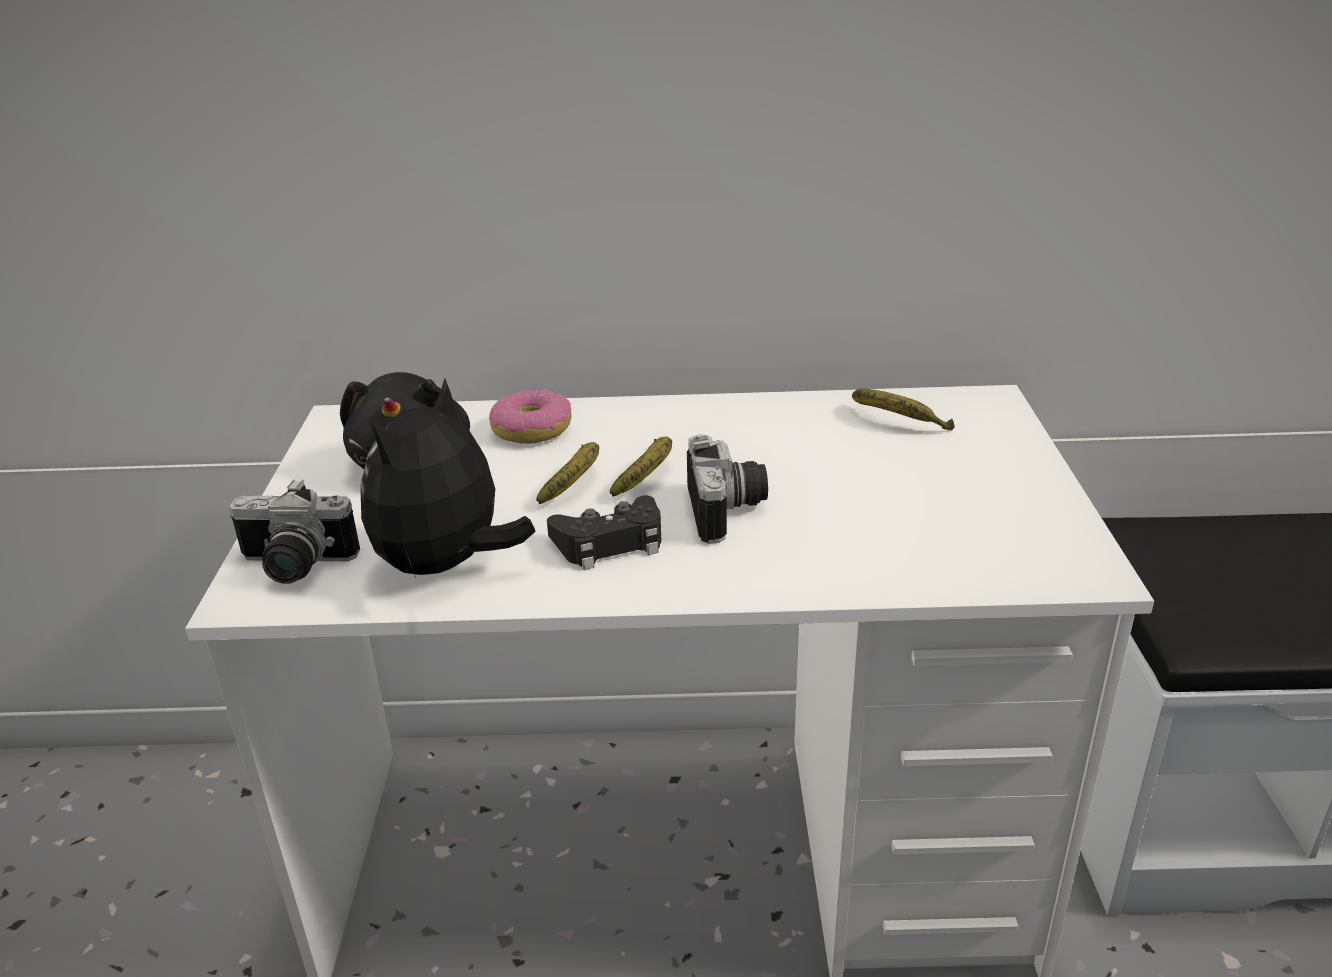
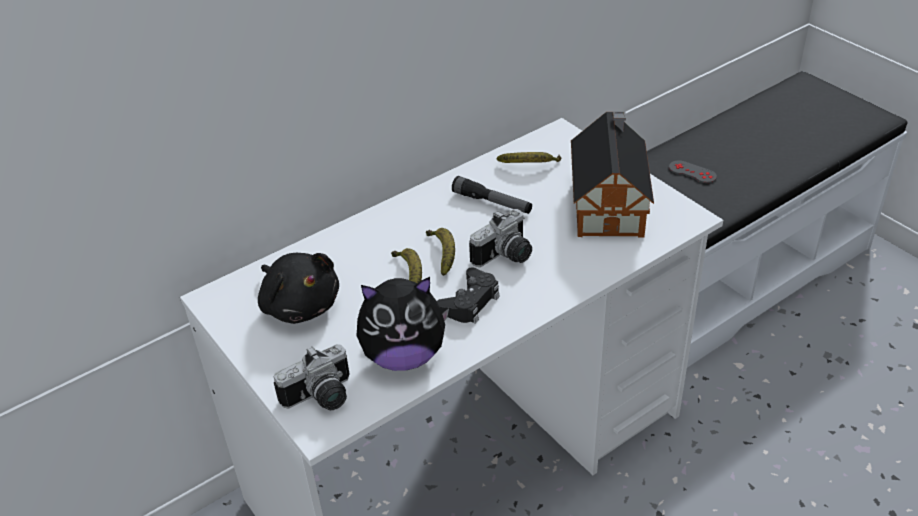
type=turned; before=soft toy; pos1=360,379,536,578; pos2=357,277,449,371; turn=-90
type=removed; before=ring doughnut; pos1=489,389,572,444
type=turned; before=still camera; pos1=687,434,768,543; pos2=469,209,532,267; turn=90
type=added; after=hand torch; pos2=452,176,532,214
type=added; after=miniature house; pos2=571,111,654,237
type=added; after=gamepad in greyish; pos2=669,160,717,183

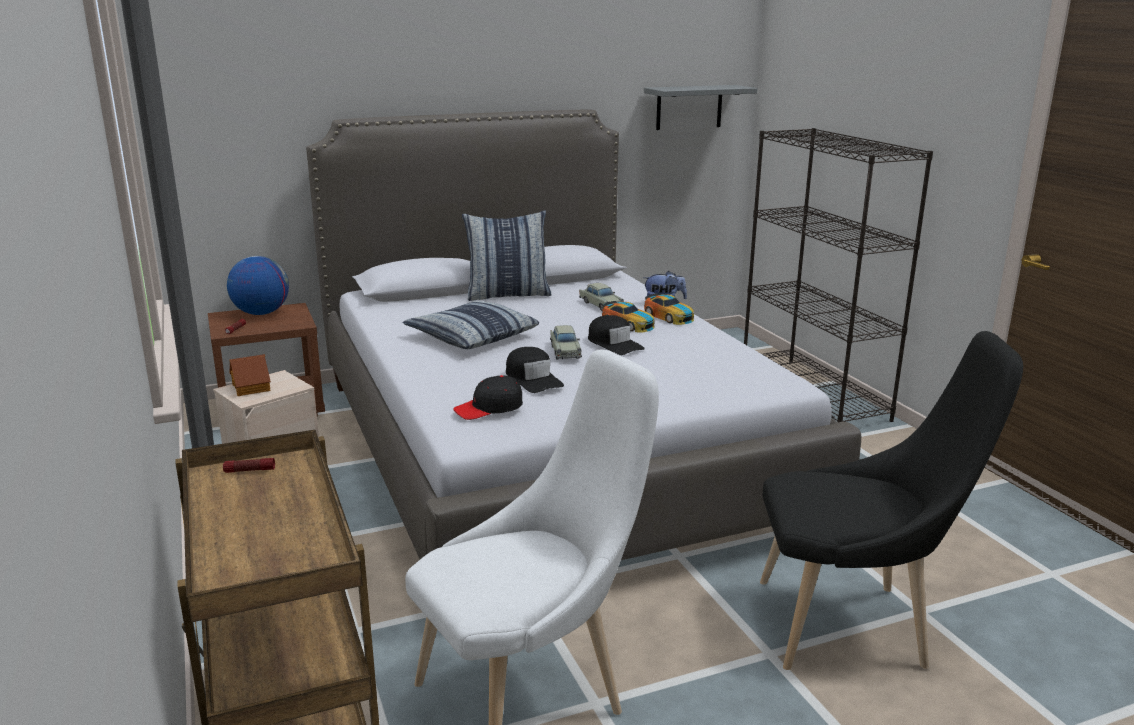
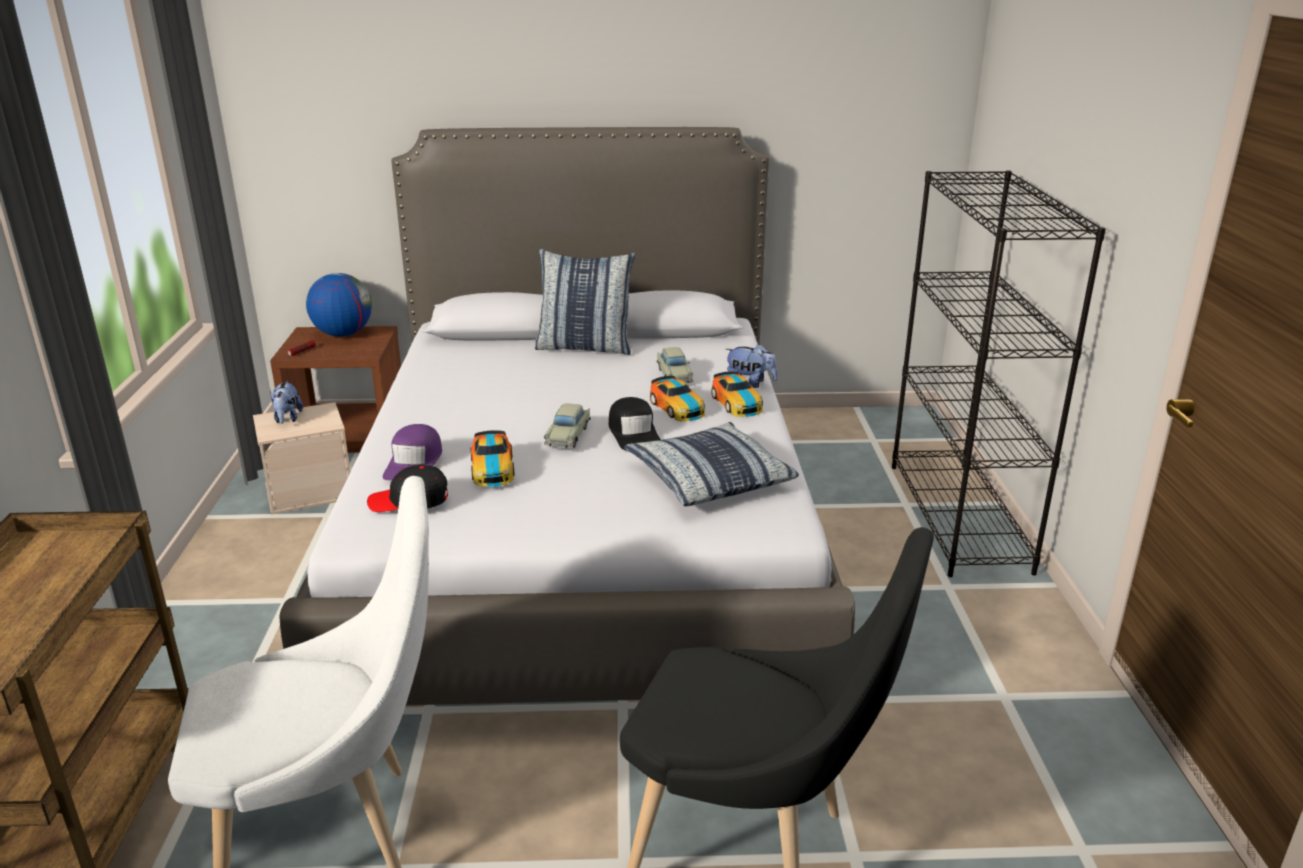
type=removed; before=hand torch; pos1=223,458,275,473
type=replaced; before=miniature house; after=soft toy; pos1=229,354,271,396; pos2=270,381,303,424
type=moved; before=pillow; pos1=403,301,539,349; pos2=624,422,799,506
type=replaced; before=cap in black; after=miniature car; pos1=506,347,564,393; pos2=470,430,515,487
type=removed; before=wall shelf in greyish; pos1=644,85,757,130
type=added; after=cap in purple; pos2=383,424,442,480

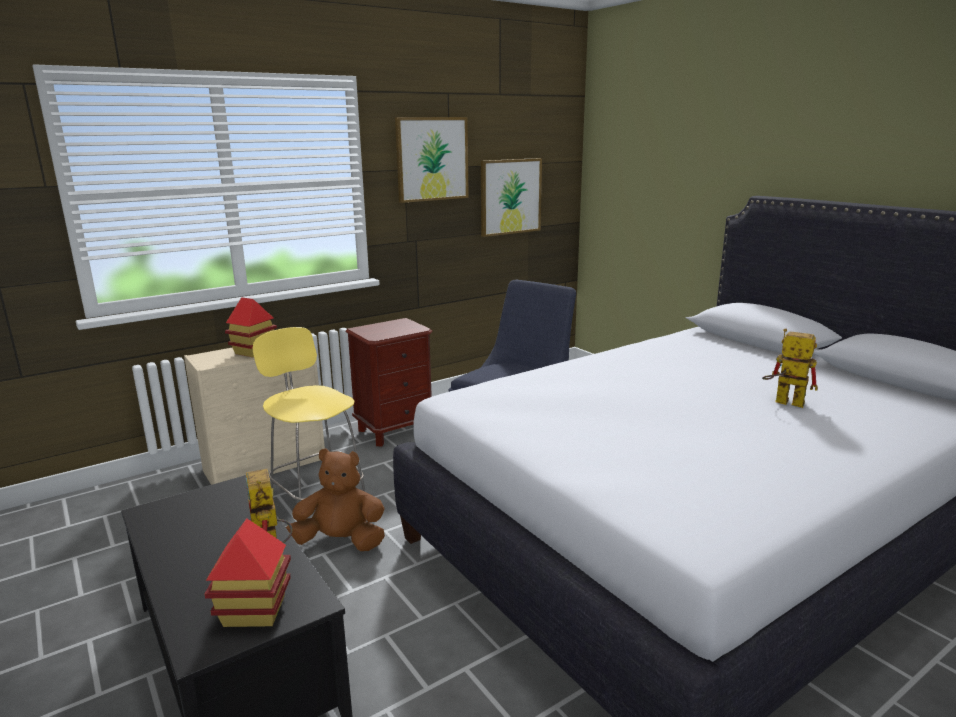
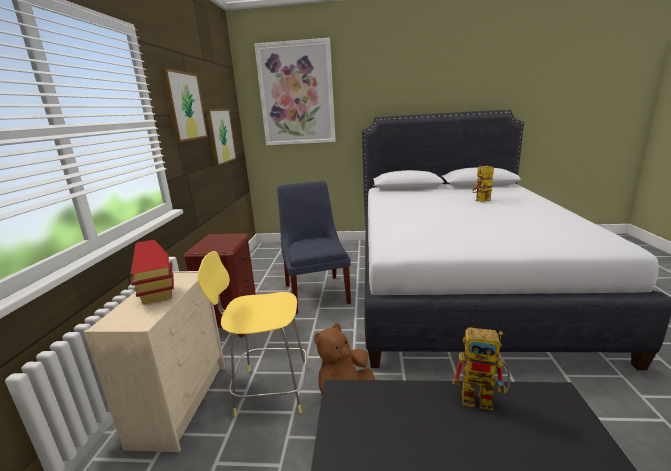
type=removed; before=miniature house; pos1=204,518,291,627
type=added; after=wall picture; pos2=254,38,336,145

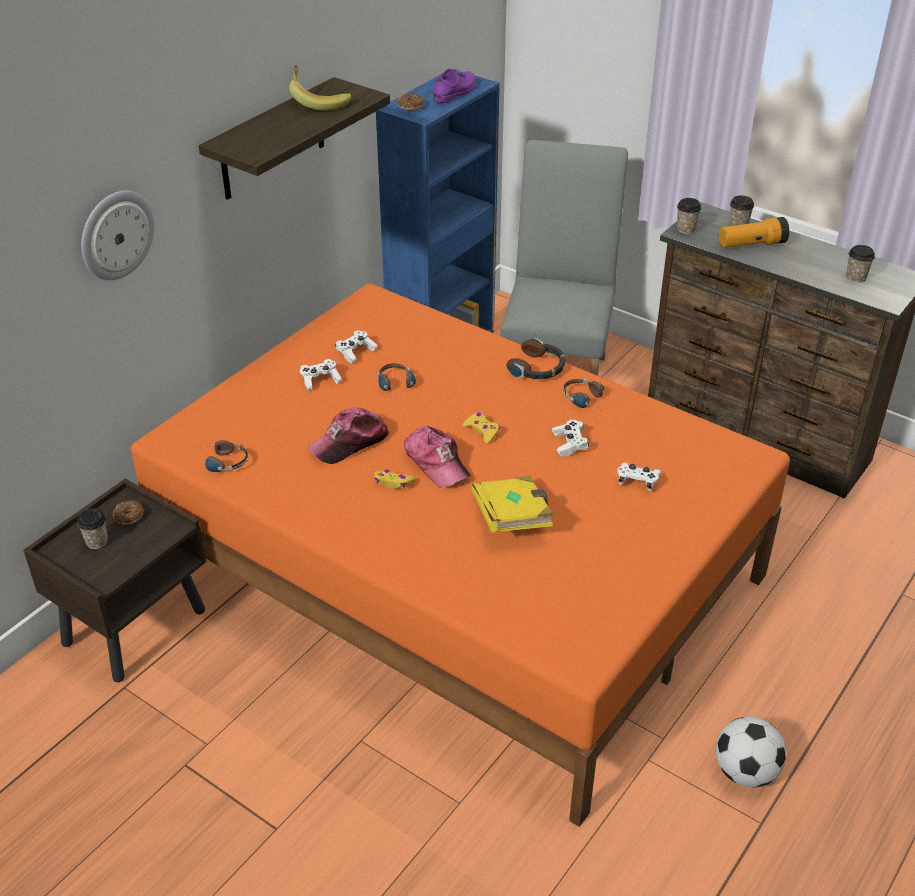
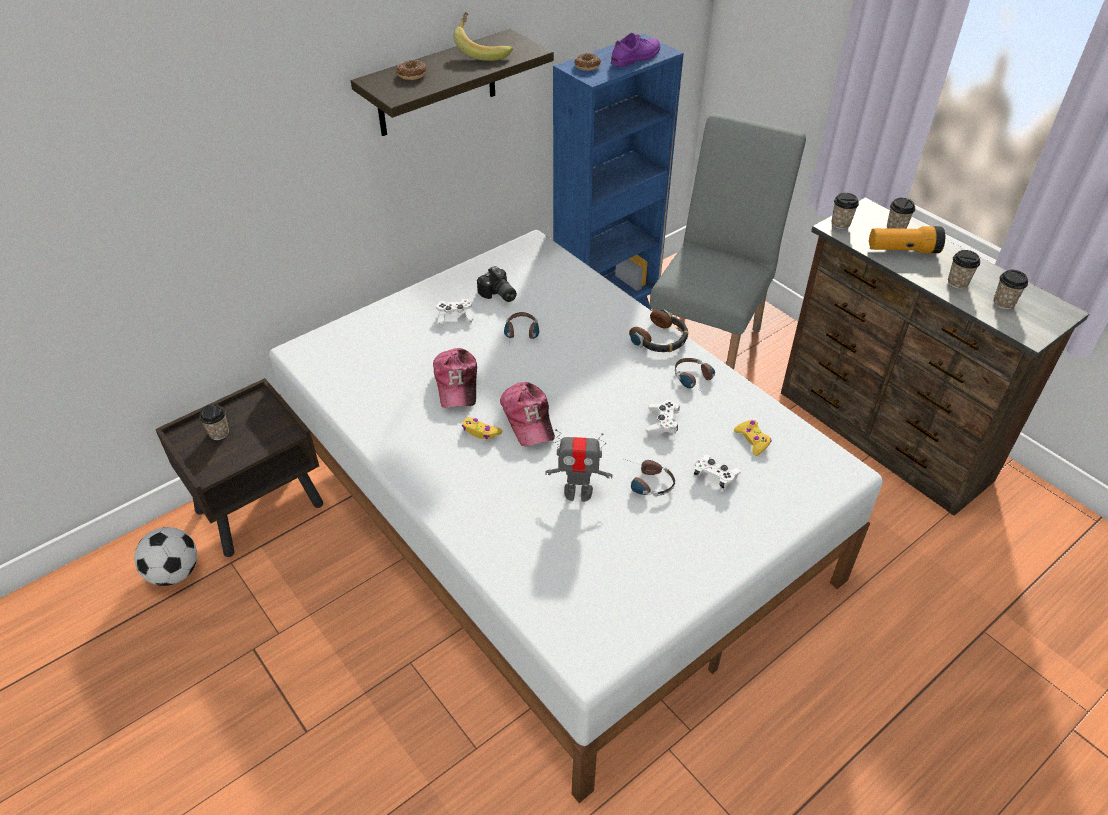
type=removed; before=clock on the wall; pos1=81,191,155,280
type=moved; before=ring doughnut; pos1=113,500,144,525; pos2=396,60,427,80
type=recoloured; before=bedroom bed in orange-coloured; after=bedroom bed in white; pos1=131,283,790,827; pos2=269,230,883,803
type=moved; before=headset; pos1=202,440,248,472; pos2=628,460,675,497
type=turned; before=cap; pos1=307,407,390,464; pos2=433,348,477,408; turn=-75
type=replaced; before=gamepad in white; after=still camera; pos1=335,330,378,364; pos2=477,266,517,302
type=moved; before=gamepad in yellow-coloured; pos1=463,412,500,444; pos2=734,420,771,456
type=replaced; before=book in yellow-coloured; after=robot figure; pos1=471,475,553,533; pos2=545,429,612,502
type=moved; before=football; pos1=716,716,786,787; pos2=134,527,197,586
type=added; after=drinking cup; pos2=948,250,980,289

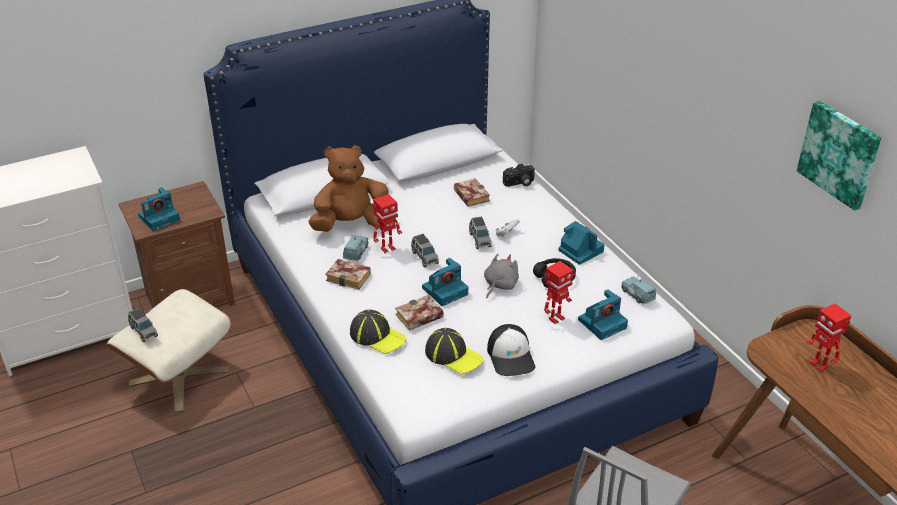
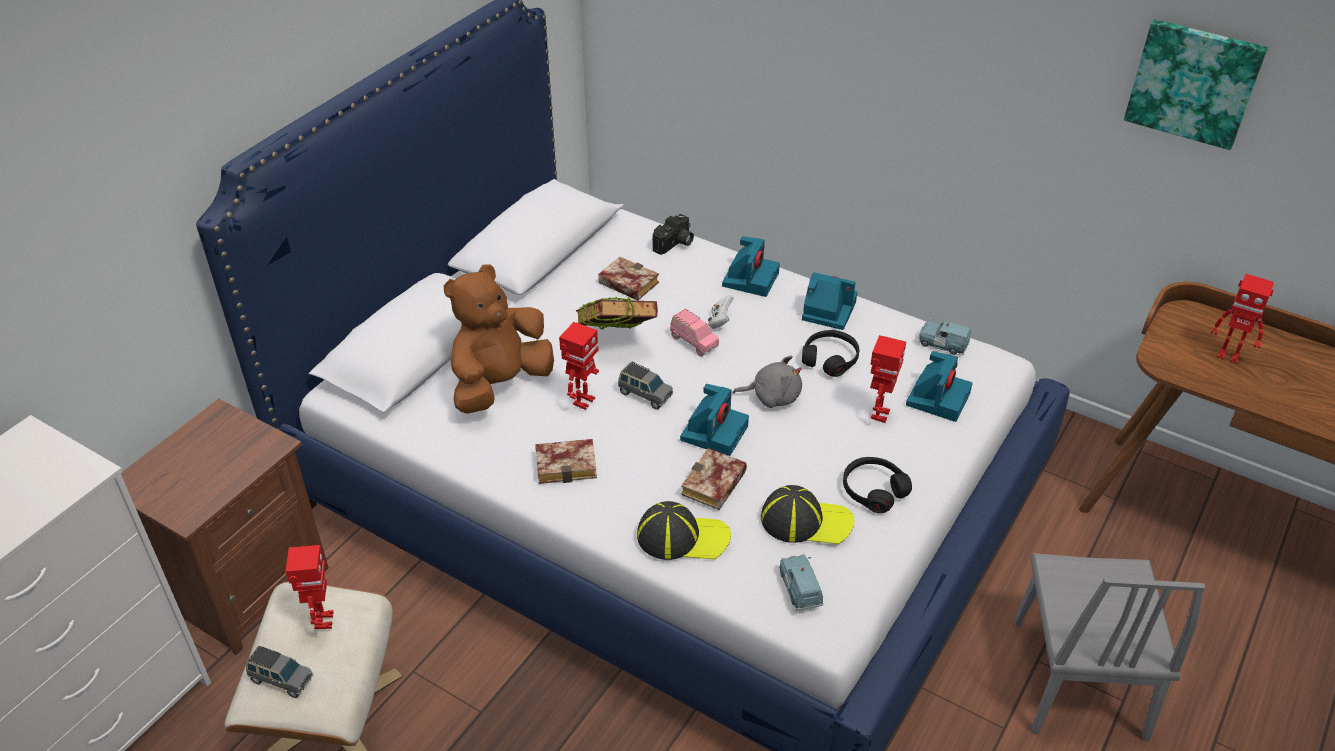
type=moved; before=still camera; pos1=138,187,180,231; pos2=722,236,780,297
type=moved; before=miniature car in blue-coloured; pos1=343,235,369,261; pos2=779,555,824,611
type=recoloured; before=miniature car in greyish; after=miniature car in pink; pos1=469,217,492,249; pos2=670,309,719,357
type=turned; before=soft toy in greyish; pos1=484,253,519,298; pos2=733,355,802,408; turn=90
type=replaced; before=cap; after=headset in black; pos1=487,324,535,376; pos2=843,457,912,513
type=added; after=robot figure; pos2=285,545,334,629
type=added; after=book; pos2=576,297,658,330

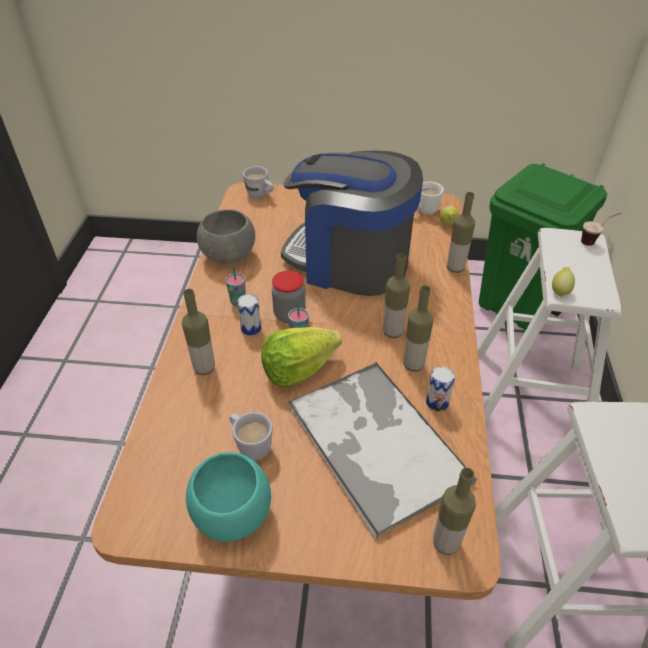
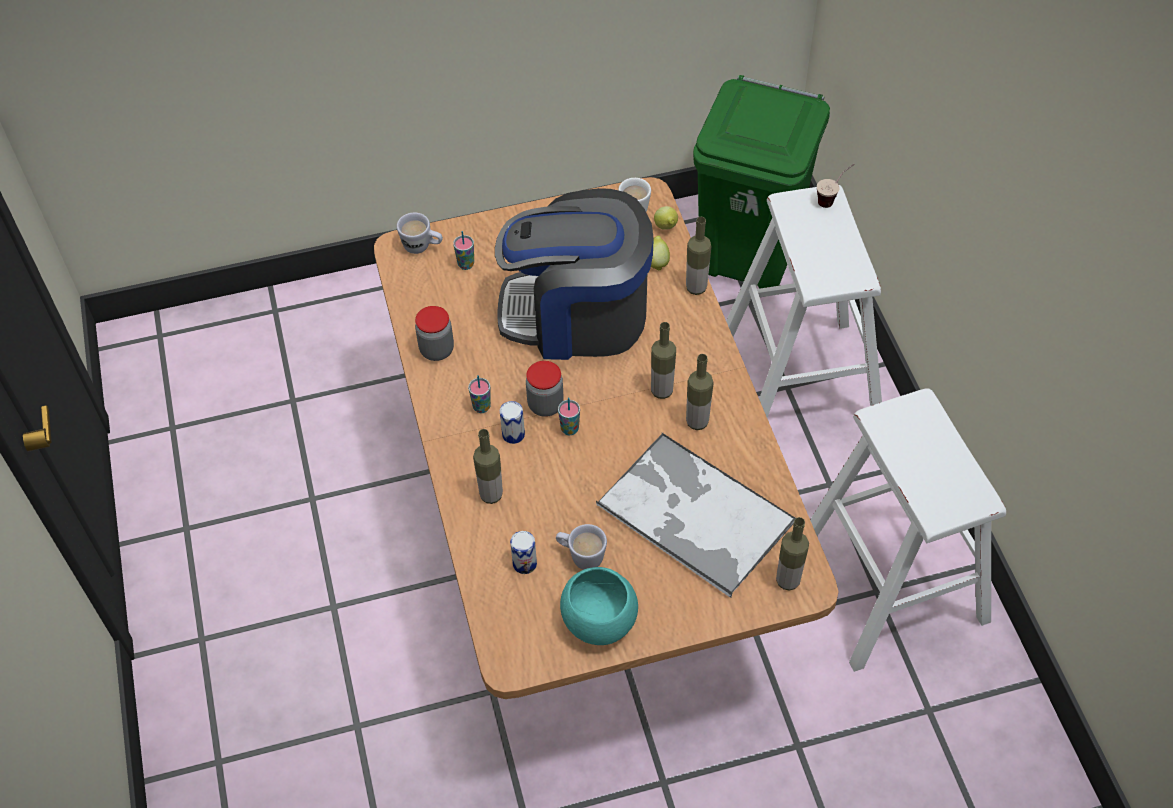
type=replaced; before=deep dish in greyish; after=jar; pos1=197,209,255,264; pos2=415,306,454,361
type=removed; before=lettuce; pos1=261,327,342,387
type=moved; before=sealed can; pos1=426,366,455,412; pos2=510,531,537,574
type=moved; before=lemon; pos1=552,267,575,297; pos2=651,236,670,271
type=added; after=drinking cup; pos2=453,231,474,270

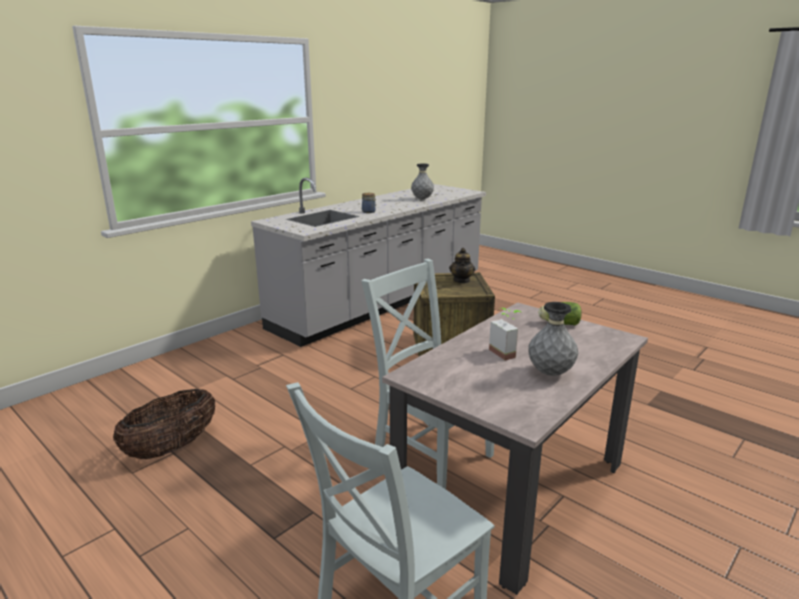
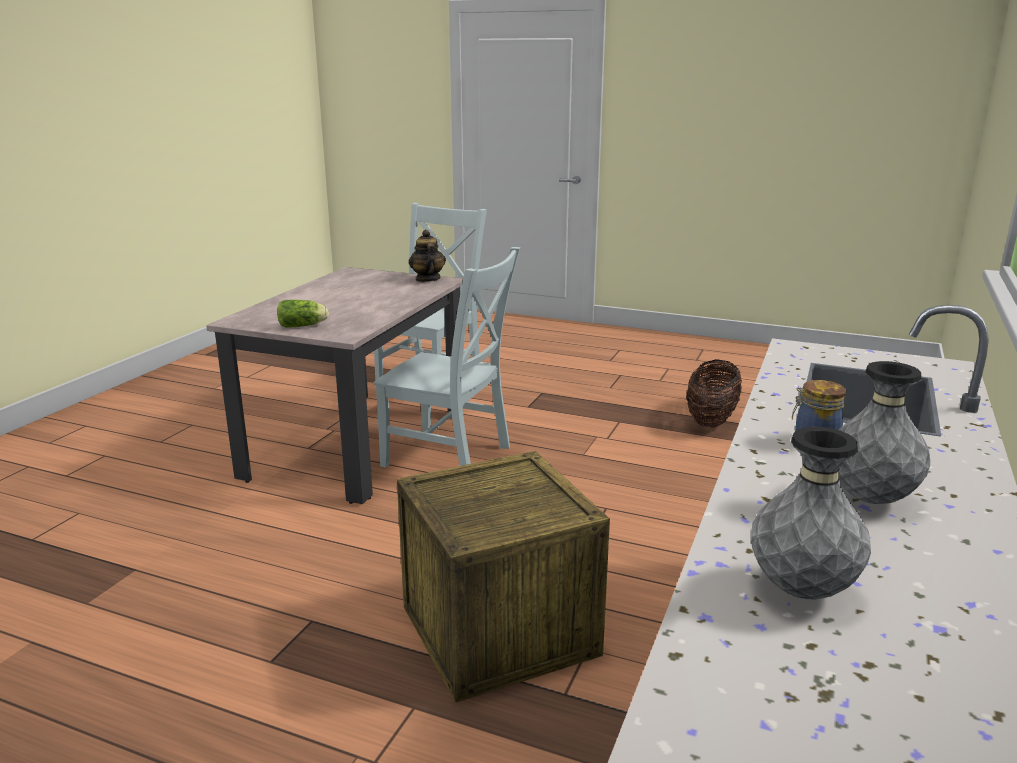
type=moved; before=pot for tea; pos1=449,248,475,283; pos2=409,230,446,282
type=removed; before=houseplant; pos1=489,308,521,360
type=moved; before=decorative vase in greyish; pos1=528,302,578,376; pos2=839,361,930,504

